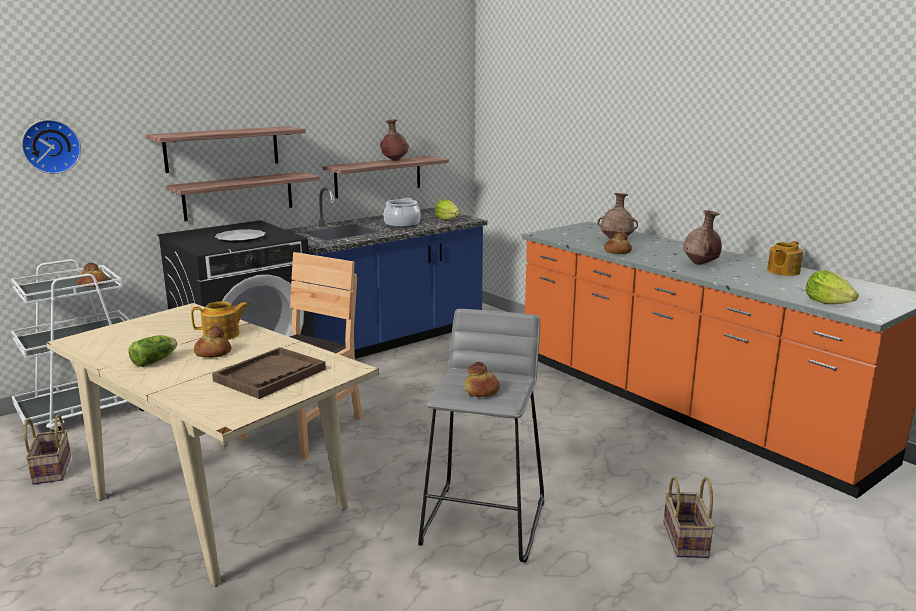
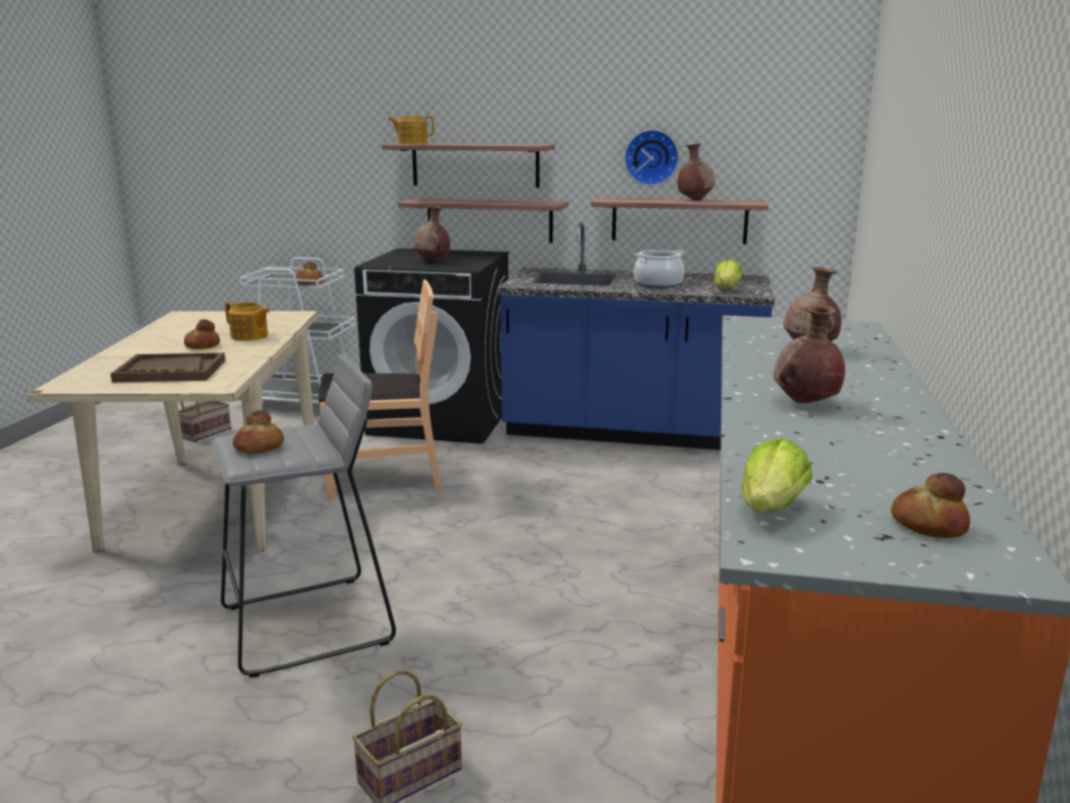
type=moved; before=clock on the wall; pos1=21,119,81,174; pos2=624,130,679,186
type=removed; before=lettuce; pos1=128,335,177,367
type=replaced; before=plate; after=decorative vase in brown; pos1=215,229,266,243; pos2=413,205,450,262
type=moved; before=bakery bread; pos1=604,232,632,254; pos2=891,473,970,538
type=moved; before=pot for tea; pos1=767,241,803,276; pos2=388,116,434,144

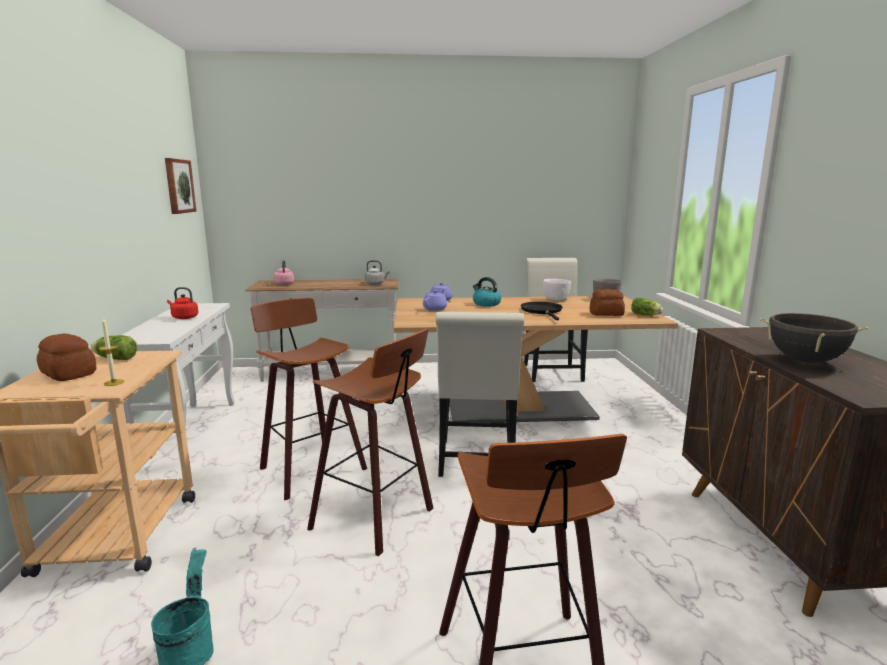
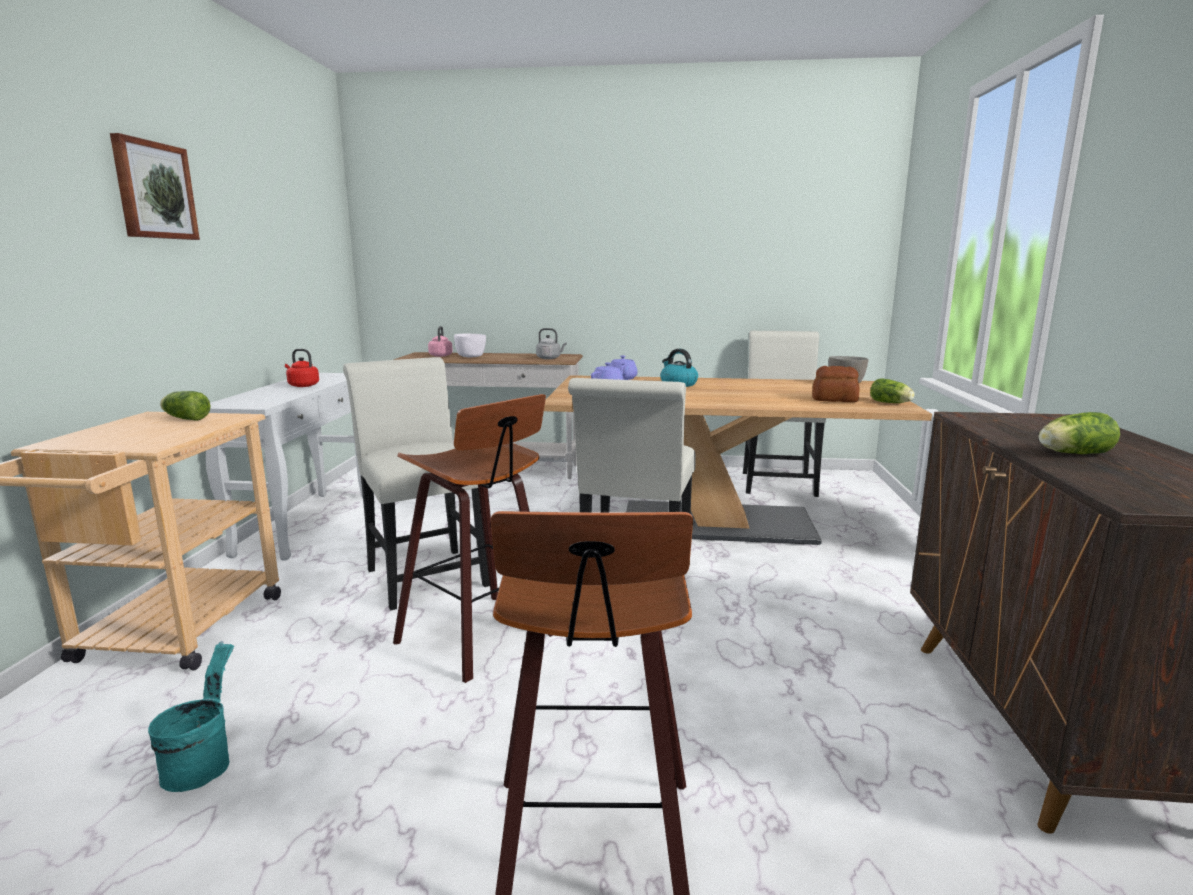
type=removed; before=bakery bread; pos1=37,334,96,381
type=removed; before=candle; pos1=99,318,124,386
type=moved; before=wall picture; pos1=165,158,197,214; pos2=110,133,200,240
type=replaced; before=stool; after=plain chair in white; pos1=251,298,367,500; pos2=343,357,490,611
type=removed; before=pan in black; pos1=521,302,562,320
type=moved; before=deep dish in white; pos1=543,279,571,300; pos2=454,334,486,357
type=replaced; before=saucepot in black; after=lettuce; pos1=760,313,868,363; pos2=1039,412,1120,454

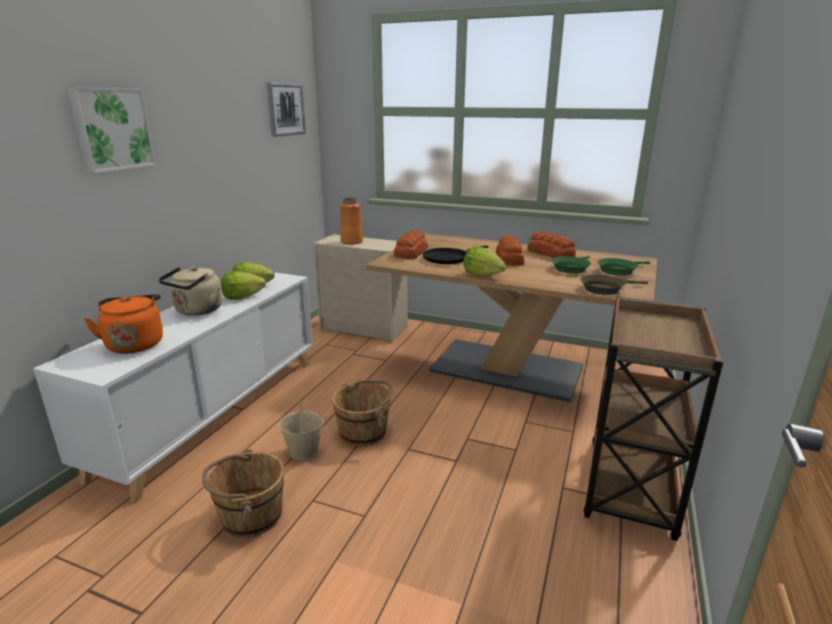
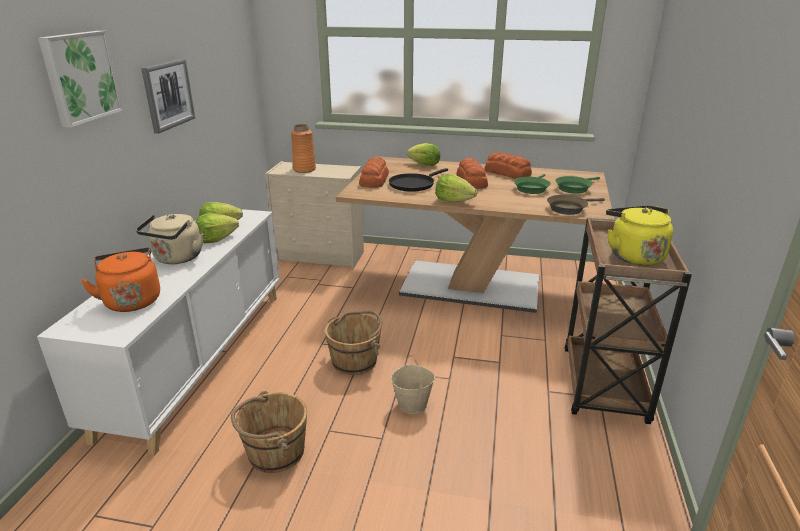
type=moved; before=wall picture; pos1=267,83,306,137; pos2=141,59,195,134
type=moved; before=bucket in sand-coloured; pos1=279,400,324,460; pos2=391,356,435,414
type=added; after=lettuce; pos2=406,143,440,166
type=added; after=tea kettle in yellow-coloured; pos2=606,205,673,266

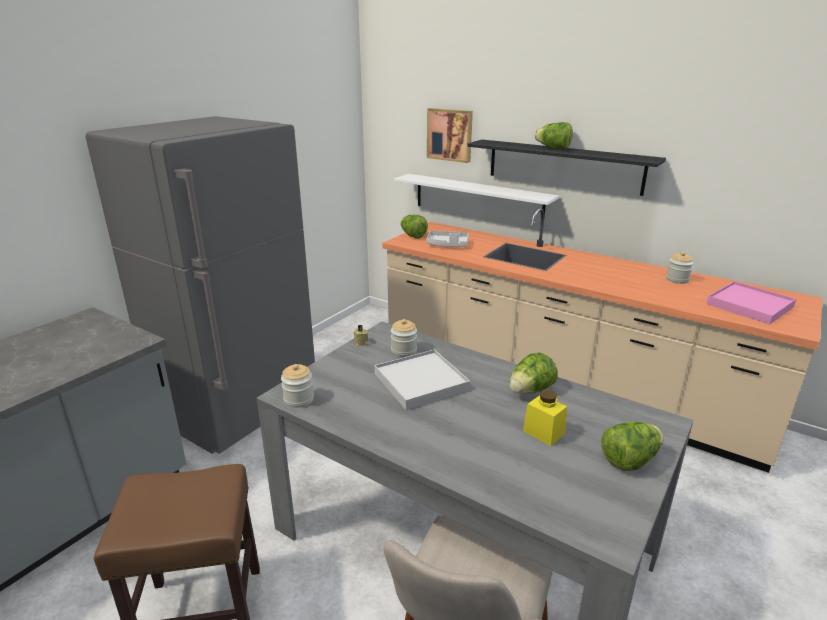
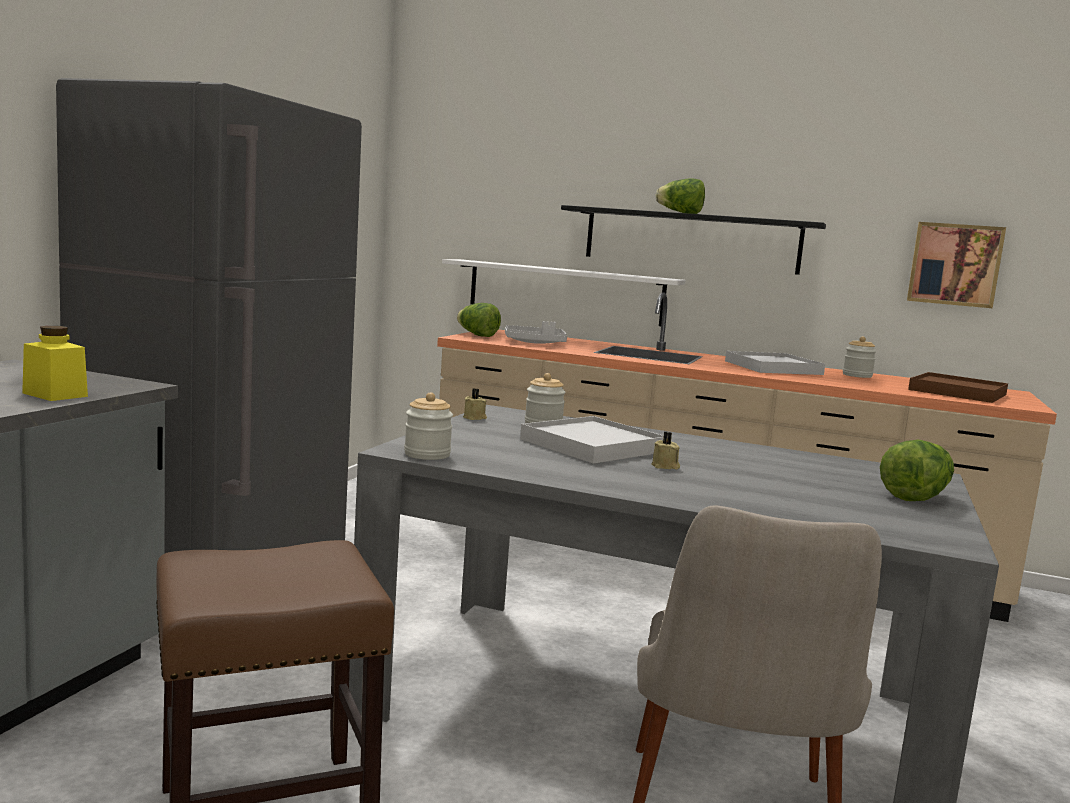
type=moved; before=wall picture; pos1=427,108,473,163; pos2=907,222,1006,308
type=removed; before=lettuce; pos1=509,352,558,394
type=moved; before=jar in yellow-coloured; pos1=523,390,567,446; pos2=22,326,88,401
type=recoloured; before=serving tray in pink; after=serving tray in brown; pos1=706,281,796,325; pos2=908,372,1008,403
type=added; after=candle in sand-coloured; pos2=651,432,680,470
type=added; after=serving tray in white; pos2=725,351,825,375

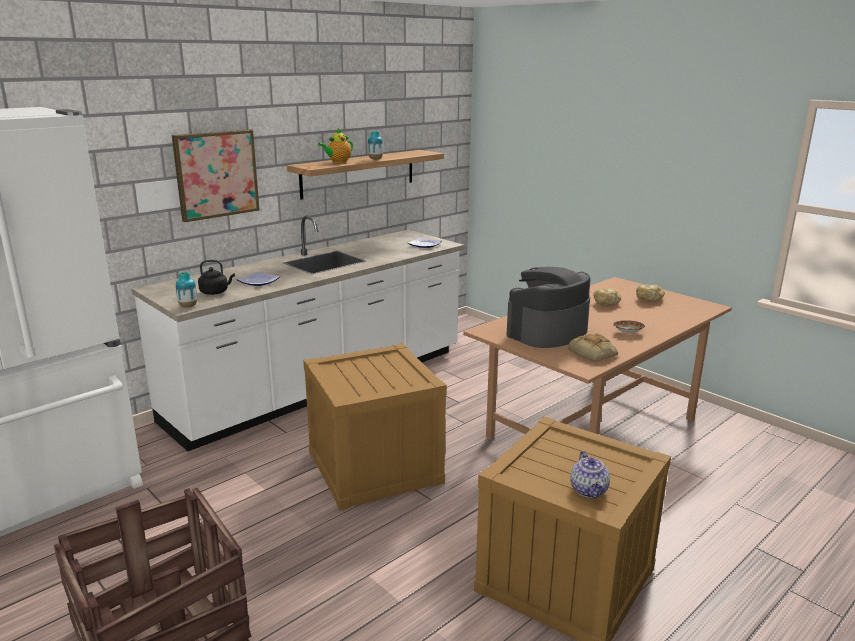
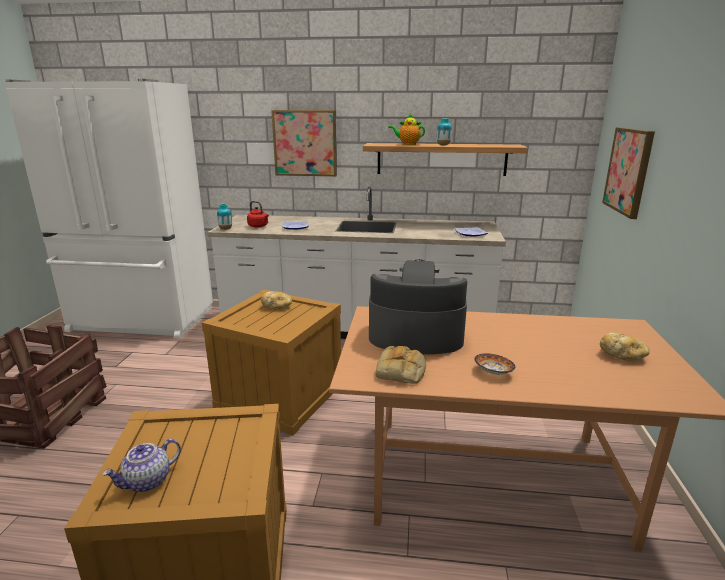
type=recoloured; before=tea kettle in black; after=tea kettle in reddish; pos1=198,260,235,295; pos2=247,201,269,228
type=moved; before=bakery bread; pos1=593,288,621,305; pos2=261,291,292,310
type=added; after=wall picture; pos2=602,127,655,219

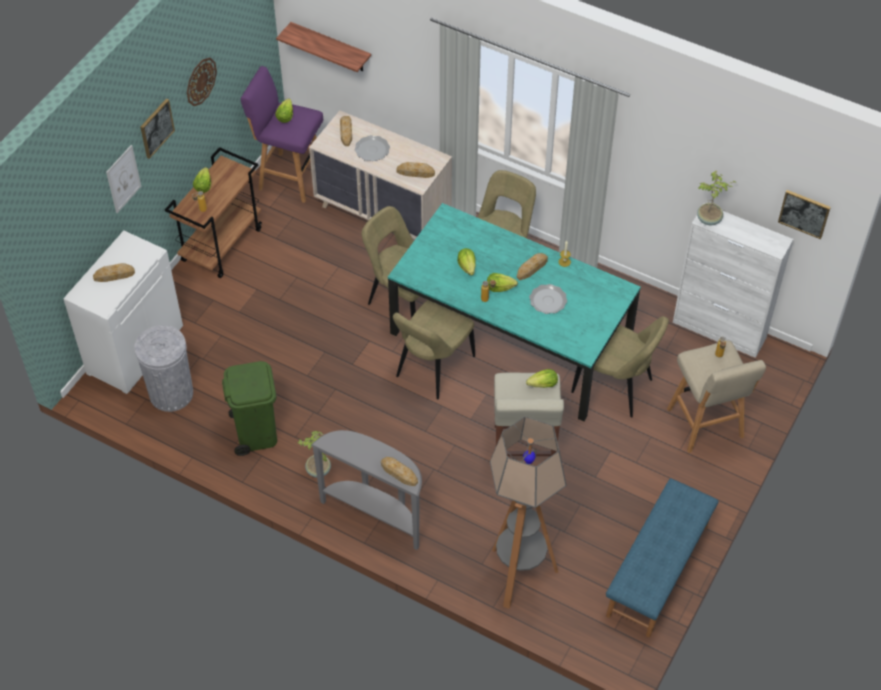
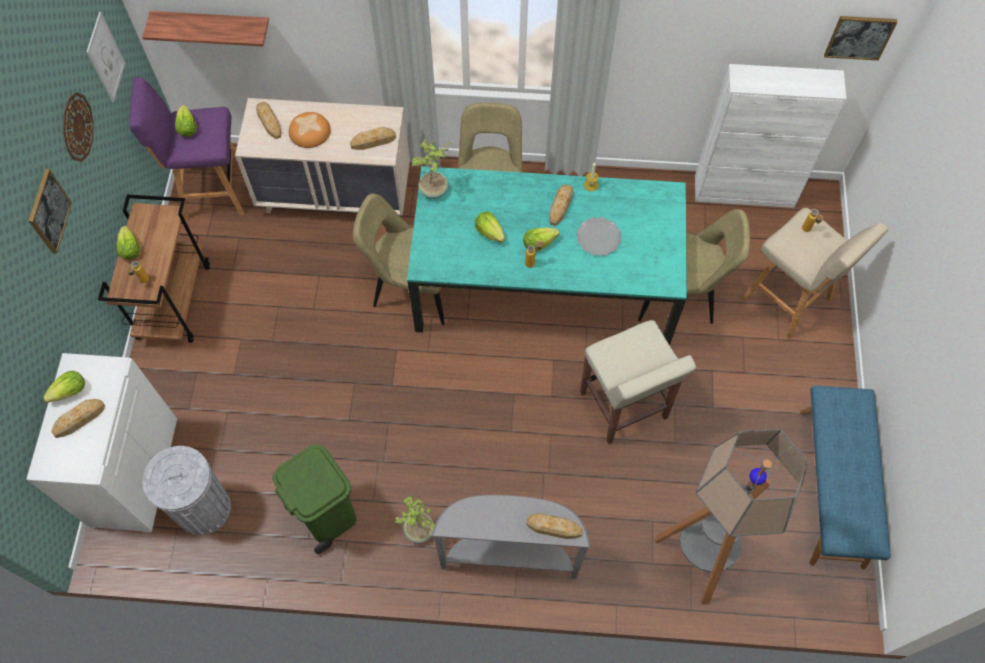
type=moved; before=wall picture; pos1=106,145,141,213; pos2=87,12,125,102
type=replaced; before=plate; after=bakery bread; pos1=355,135,390,161; pos2=289,112,331,148
type=removed; before=plain chair in sand-coloured; pos1=393,300,475,399
type=moved; before=lettuce; pos1=526,369,558,388; pos2=43,371,85,403
type=moved; before=houseplant; pos1=697,171,737,225; pos2=412,139,452,199

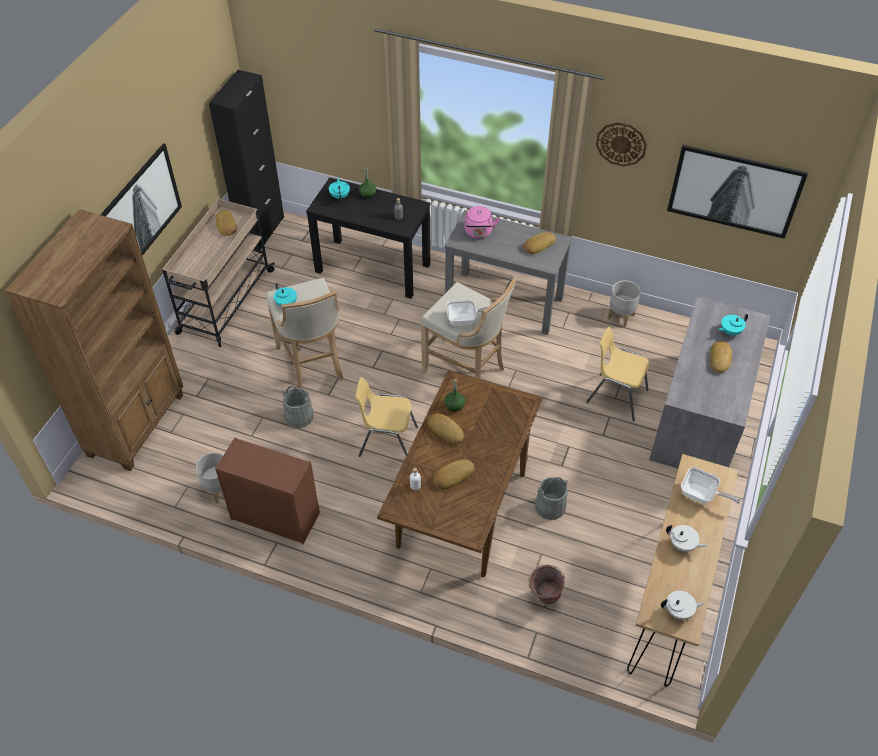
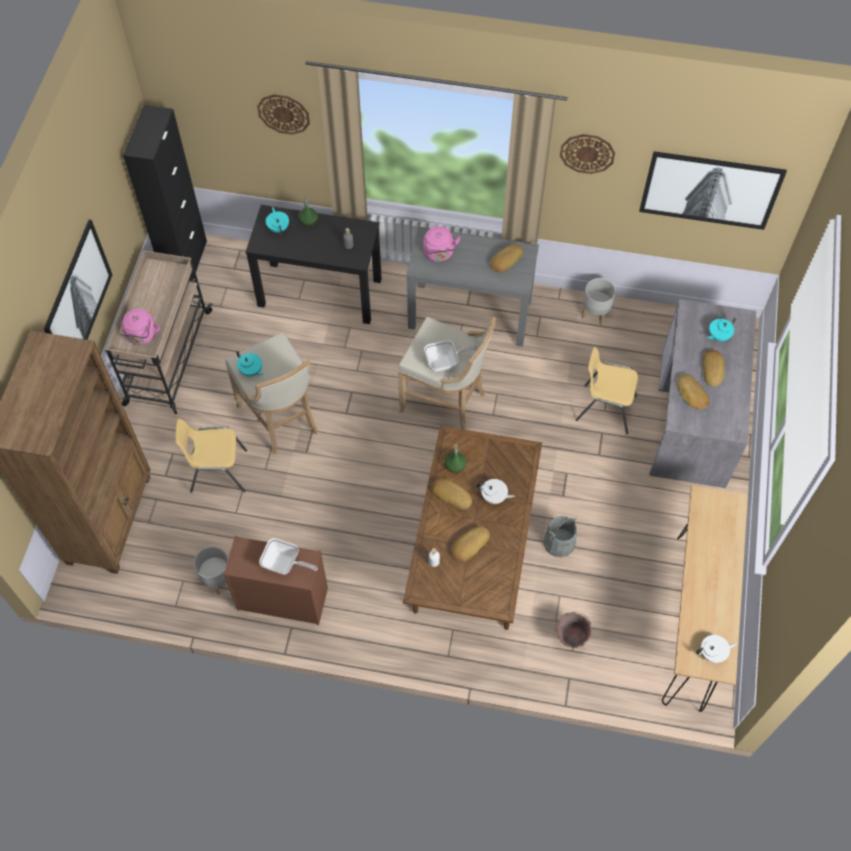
type=moved; before=bakery bread; pos1=216,210,237,236; pos2=677,374,710,409
type=removed; before=bucket in greyish; pos1=282,386,314,428
type=moved; before=plain chair in yellow-coloured; pos1=355,377,418,457; pos2=175,419,247,493
type=moved; before=pot for tea in white; pos1=666,525,707,552; pos2=477,479,515,504
type=moved; before=pan; pos1=681,467,741,504; pos2=259,538,318,574
type=added; after=tea kettle in pink; pos2=118,309,161,345
type=added; after=clock on the wall; pos2=257,94,310,135

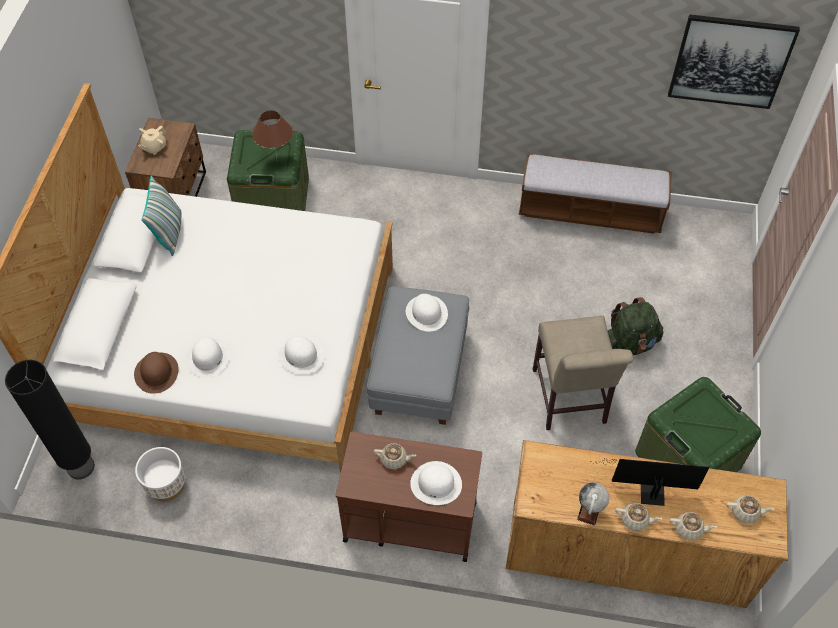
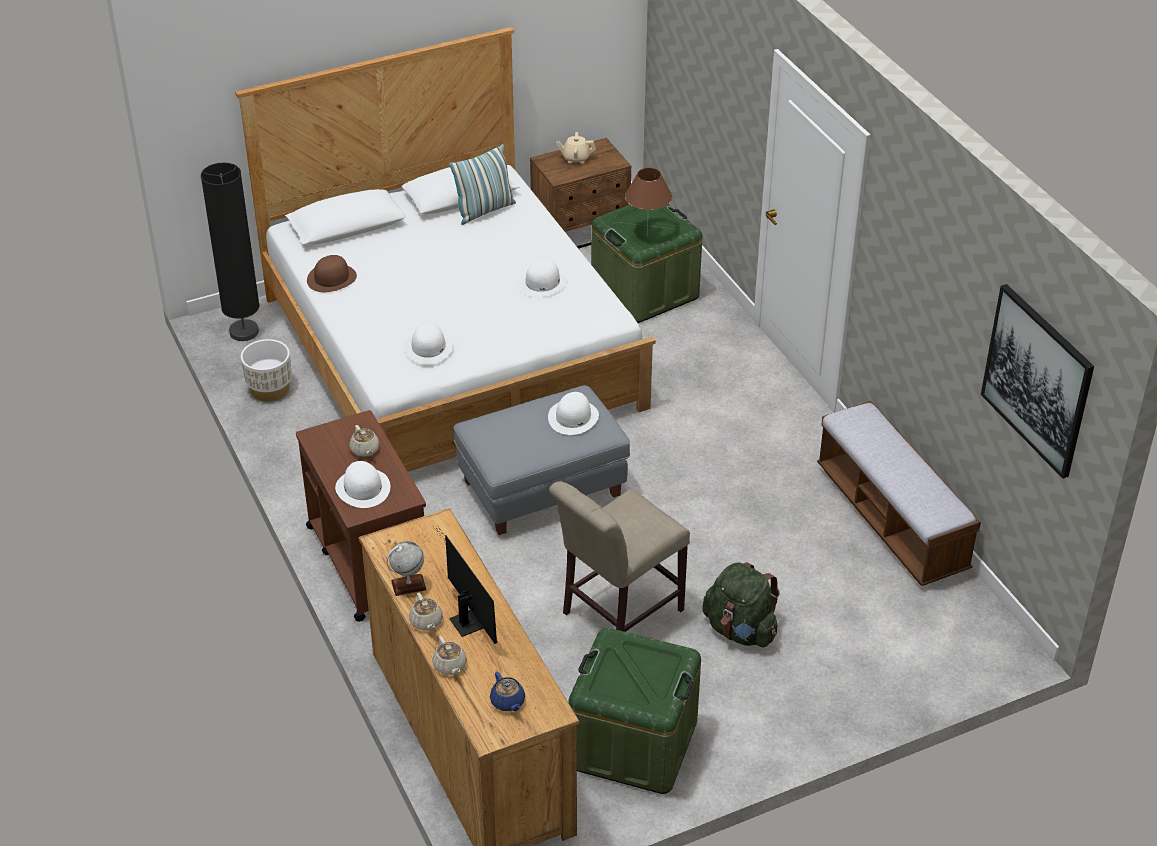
type=moved; before=hat in white; pos1=186,337,230,378; pos2=518,259,567,297
type=recoloured; before=pot for tea in sand-coloured; after=pot for tea in blue-coloured; pos1=726,496,774,523; pos2=490,672,525,711

